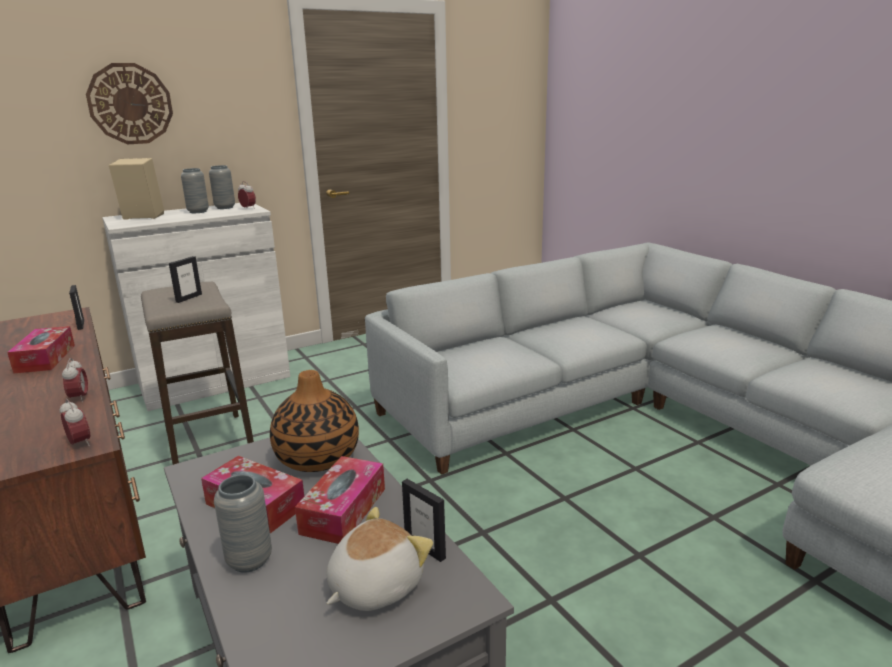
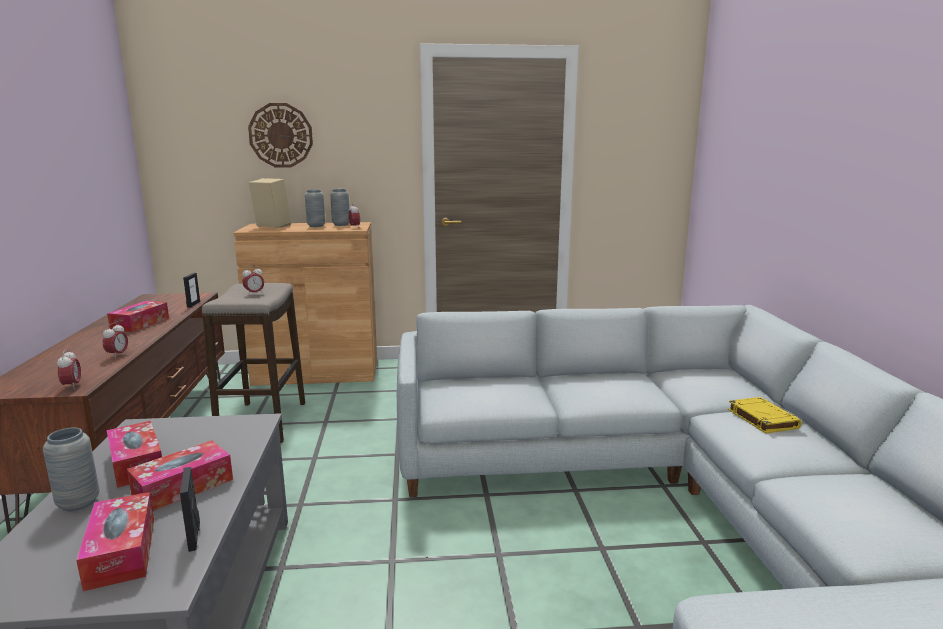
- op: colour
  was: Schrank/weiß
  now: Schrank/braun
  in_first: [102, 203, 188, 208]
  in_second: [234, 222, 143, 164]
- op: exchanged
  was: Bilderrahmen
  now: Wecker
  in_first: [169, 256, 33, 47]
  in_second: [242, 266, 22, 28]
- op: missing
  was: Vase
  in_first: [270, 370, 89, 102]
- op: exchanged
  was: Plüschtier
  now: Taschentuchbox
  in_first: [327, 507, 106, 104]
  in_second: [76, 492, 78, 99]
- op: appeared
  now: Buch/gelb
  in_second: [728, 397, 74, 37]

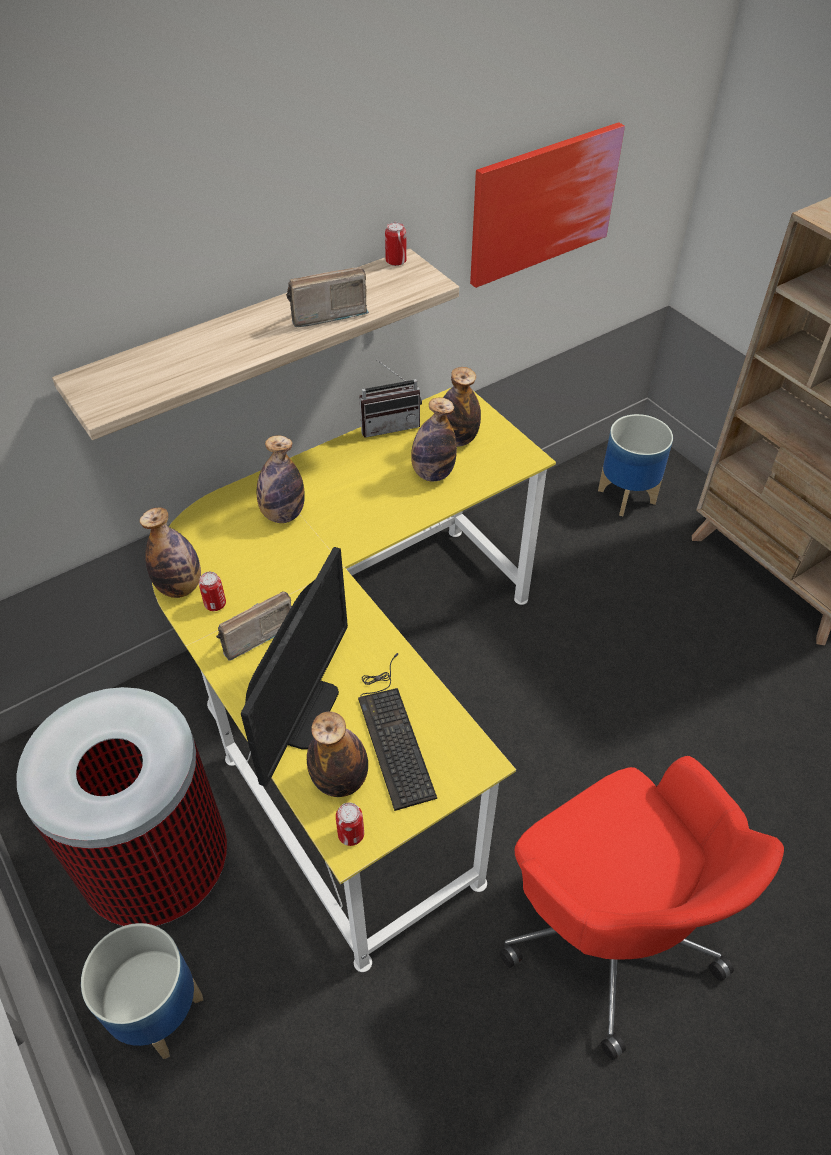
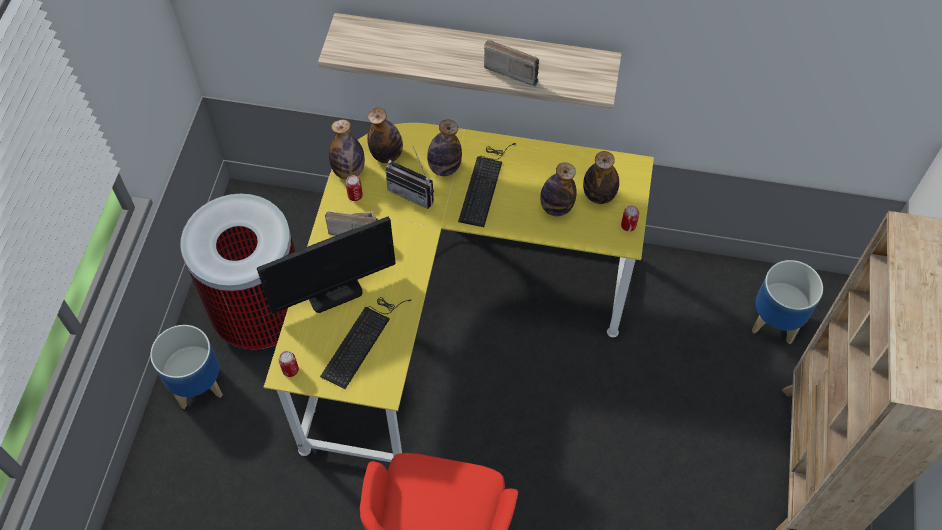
- op: relocated
  was: Flasche
  in_first: [307, 711, 61, 86]
  in_second: [367, 107, 36, 56]
- op: relocated
  was: Radio
  in_first: [359, 360, 63, 77]
  in_second: [385, 146, 49, 63]
- op: relocated
  was: Dose
  in_first: [385, 222, 22, 44]
  in_second: [621, 205, 18, 27]
- op: missing
  was: Bild
  in_first: [470, 122, 155, 166]
- op: appeared
  now: Tastatur
  in_second: [458, 143, 58, 84]

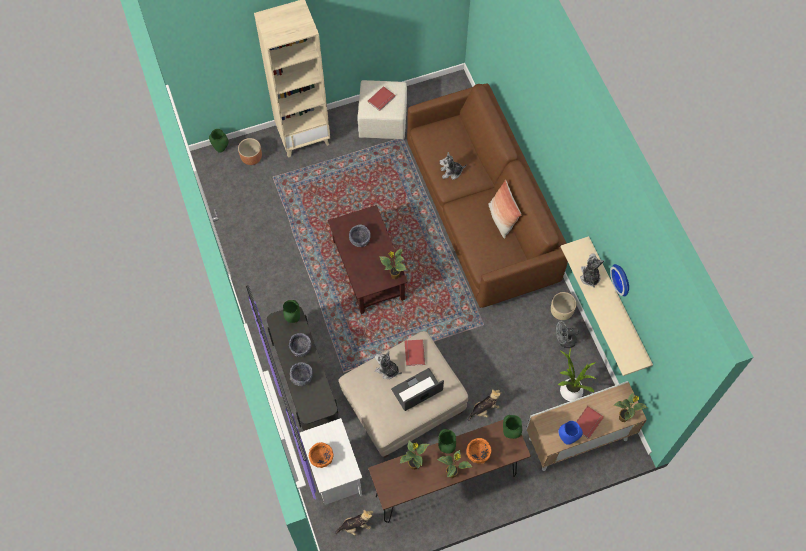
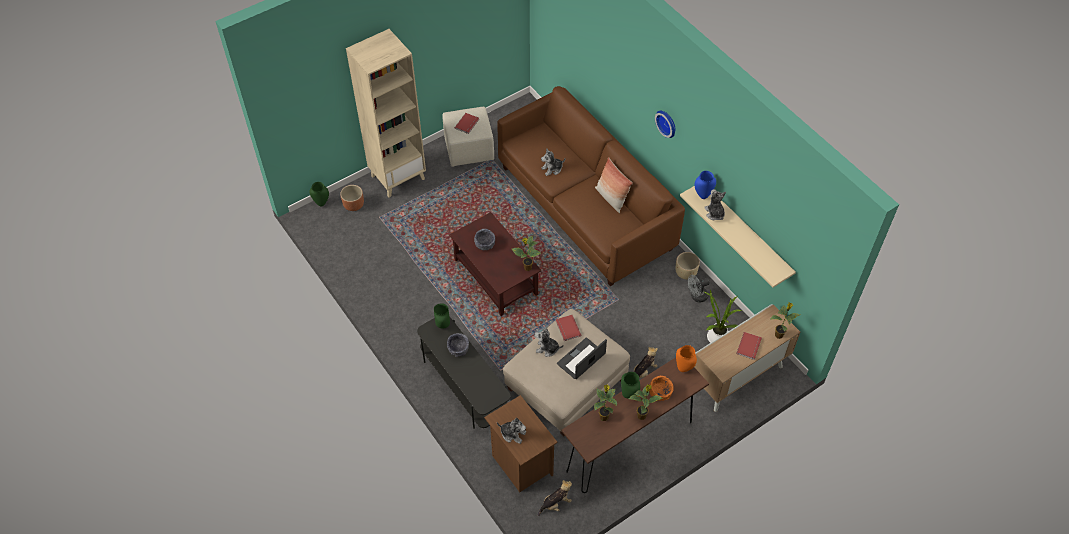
- op: missing
  was: Schüssel/grau
  in_first: [290, 362, 23, 24]
- op: colour
  was: Nachttisch/weiß
  now: Nachttisch/braun
  in_first: [300, 418, 62, 87]
  in_second: [484, 395, 73, 97]
- op: exchanged
  was: Schüssel/orange
  now: Plüschtier
  in_first: [309, 442, 24, 26]
  in_second: [497, 418, 29, 26]
- op: colour
  was: Vase/grün
  now: Vase/orange
  in_first: [503, 415, 19, 24]
  in_second: [676, 345, 21, 27]
- op: relocated
  was: Vase/blau
  in_first: [558, 421, 25, 24]
  in_second: [694, 171, 22, 28]
- op: relocated
  was: Wanduhr
  in_first: [610, 264, 19, 32]
  in_second: [655, 111, 20, 27]

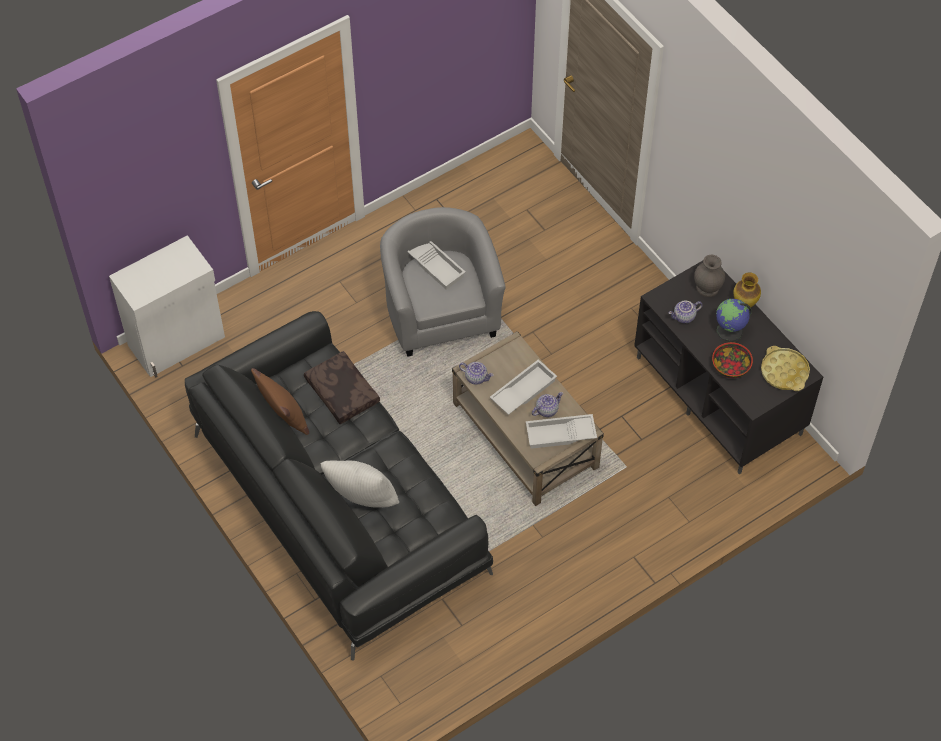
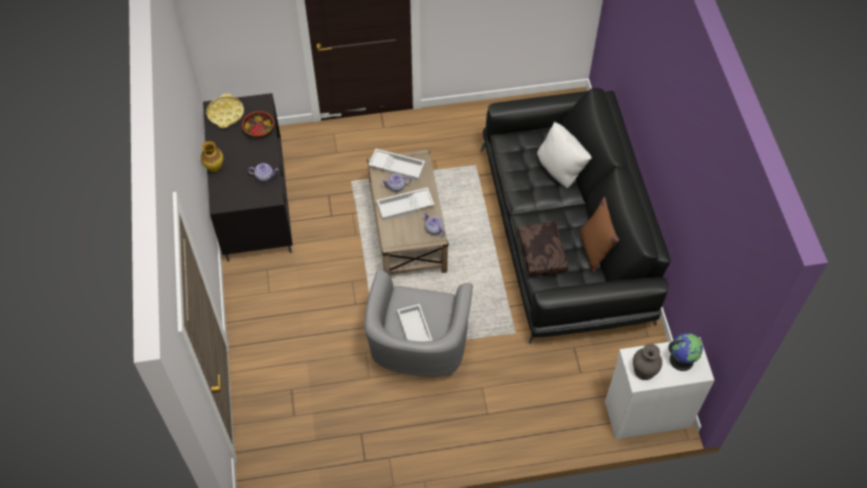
- op: relocated
  was: Vase/grau
  in_first: [694, 255, 31, 42]
  in_second: [633, 344, 29, 36]
- op: relocated
  was: Globus
  in_first: [716, 299, 36, 43]
  in_second: [669, 333, 34, 38]

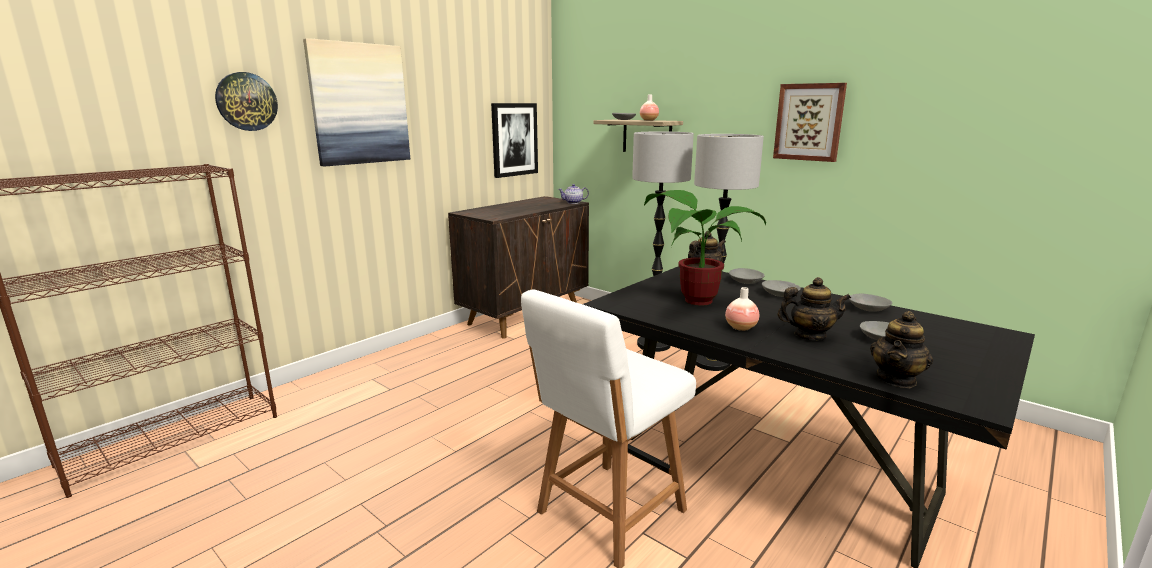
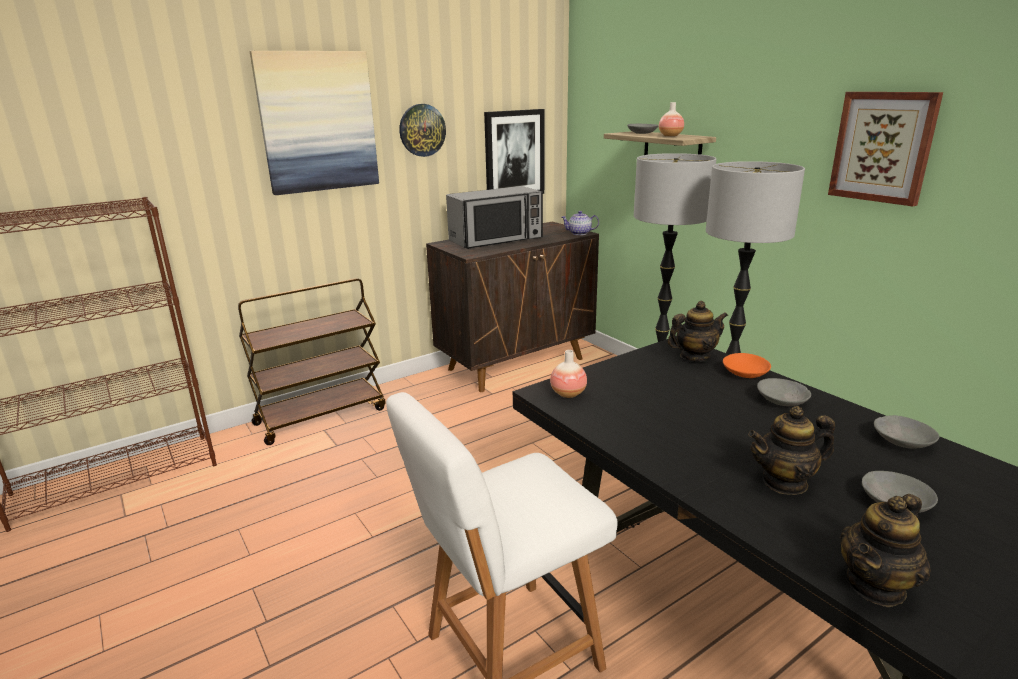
- op: relocated
  was: Wanduhr
  in_first: [215, 72, 63, 59]
  in_second: [399, 104, 47, 53]
- op: missing
  was: Topfpflanze
  in_first: [644, 190, 122, 115]
- op: relocated
  was: Vase
  in_first: [725, 287, 34, 44]
  in_second: [550, 350, 37, 48]
- op: colour
  was: Schüssel/grau
  now: Schüssel/orange
  in_first: [729, 268, 36, 16]
  in_second: [723, 353, 48, 25]
- op: spun
  was: Teekanne
  in_first: [777, 277, 74, 64]
  in_second: [748, 406, 87, 89]
  clockwise: 150
- op: appeared
  now: Rollwagen/braun
  in_second: [238, 278, 147, 167]
- op: appeared
  now: Mikrowelle
  in_second: [446, 186, 97, 63]

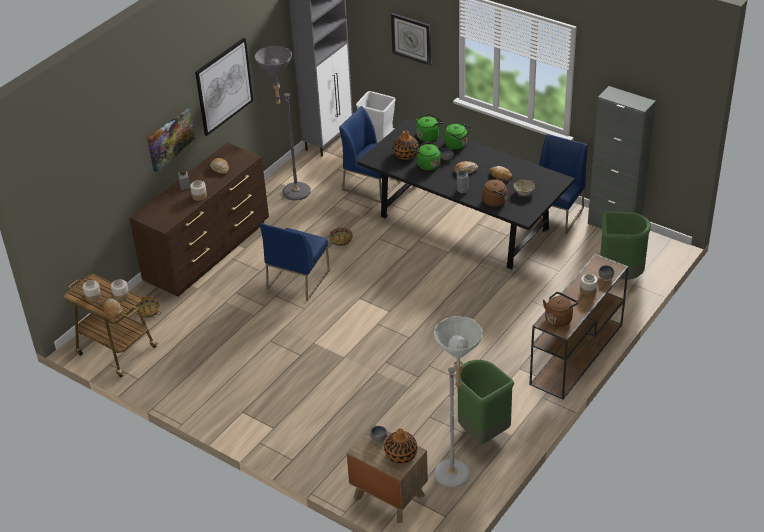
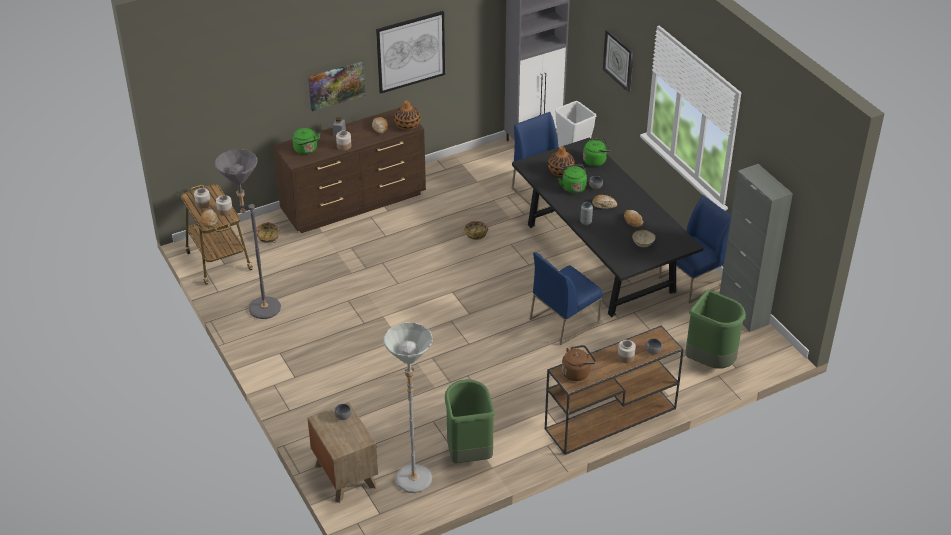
- op: relocated
  was: Stehlampe/grau
  in_first: [255, 46, 56, 154]
  in_second: [215, 149, 66, 170]
- op: relocated
  was: Stuhl/blau
  in_first: [260, 223, 70, 78]
  in_second: [530, 252, 73, 93]
- op: relocated
  was: Vase
  in_first: [384, 428, 34, 36]
  in_second: [394, 100, 26, 30]
- op: relocated
  was: Wasserkessel/grün
  in_first: [444, 123, 28, 27]
  in_second: [293, 128, 27, 27]
- op: missing
  was: Wasserkessel/braun
  in_first: [483, 178, 27, 29]

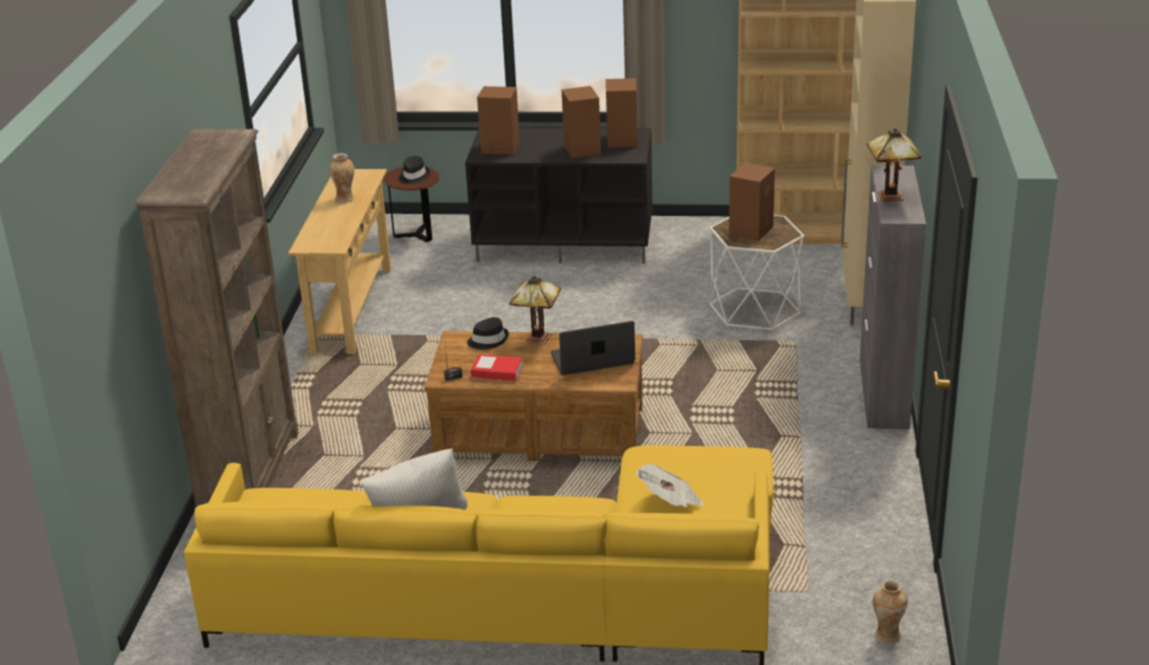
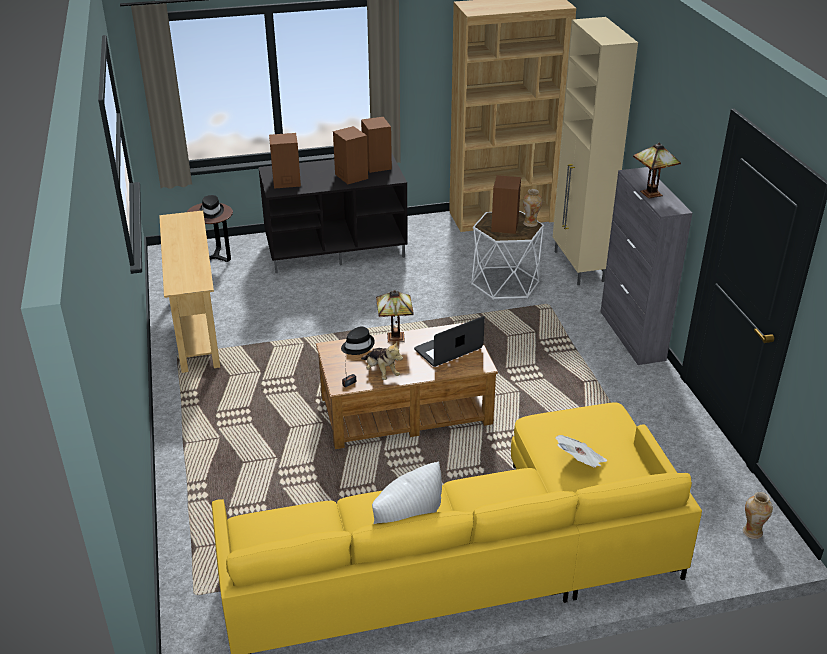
- op: missing
  was: Bücherregal/braun
  in_first: [135, 129, 164, 378]
- op: relocated
  was: Vase
  in_first: [329, 153, 25, 50]
  in_second: [523, 189, 19, 38]
- op: exchanged
  was: Buch
  now: Plüschtier
  in_first: [471, 354, 52, 27]
  in_second: [361, 342, 42, 38]

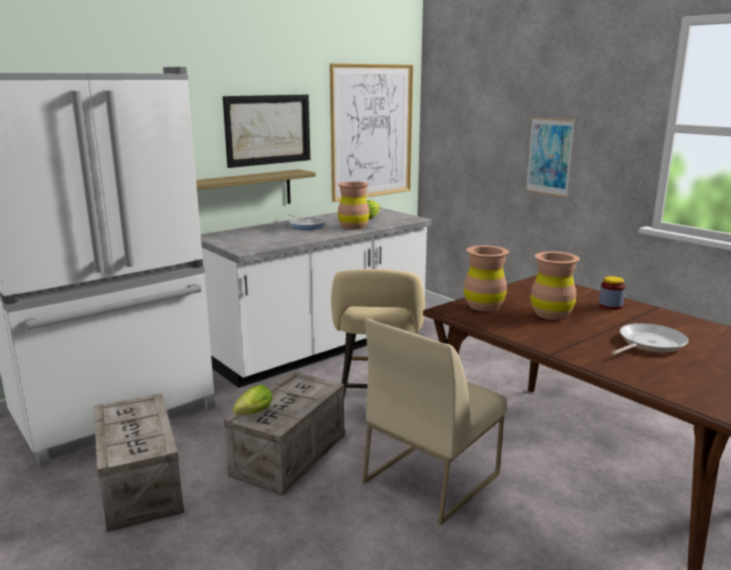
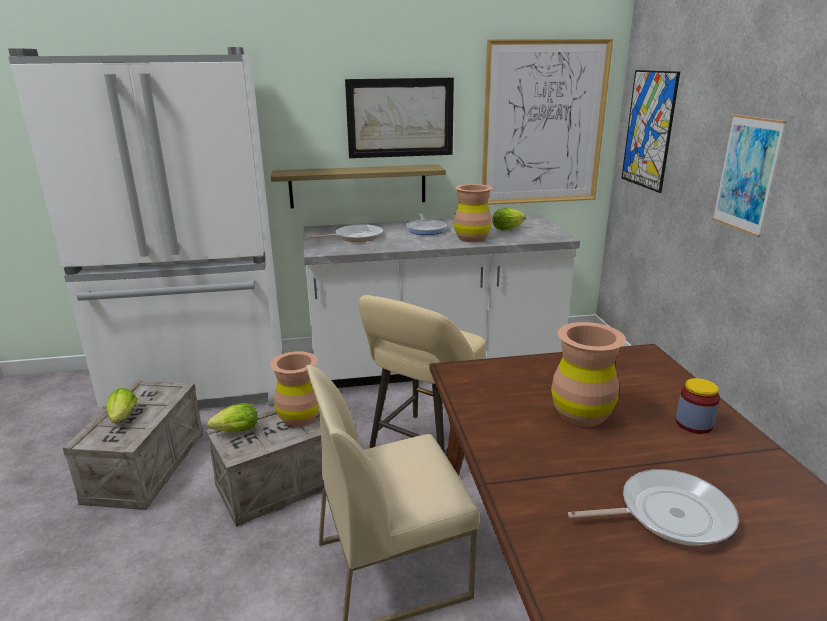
- op: relocated
  was: Vase/braun
  in_first: [464, 246, 45, 65]
  in_second: [270, 351, 49, 76]
- op: appeared
  now: Salatkopf
  in_second: [106, 388, 31, 35]
- op: appeared
  now: Pfanne
  in_second: [309, 224, 74, 18]
- op: appeared
  now: Bild
  in_second: [621, 70, 59, 123]

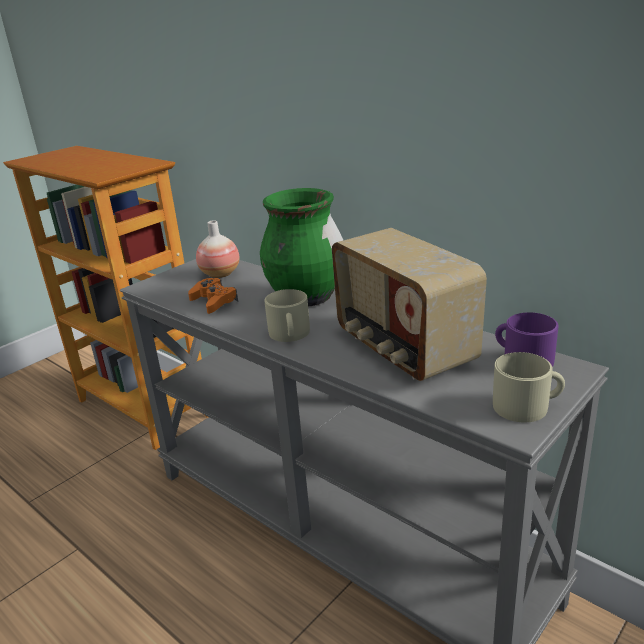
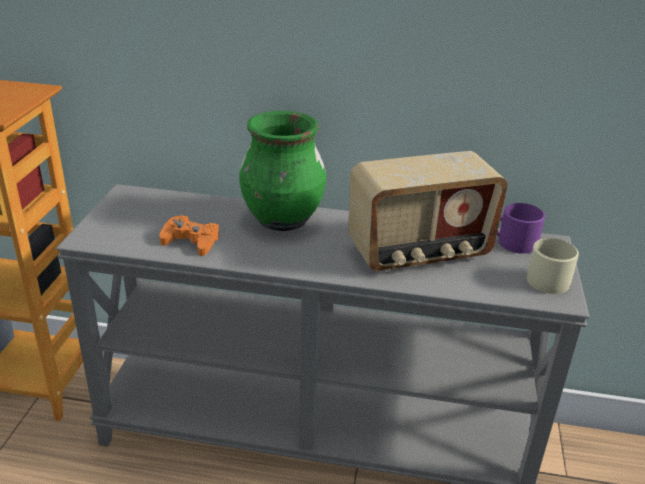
- op: missing
  was: Vase
  in_first: [196, 220, 43, 58]
- op: missing
  was: Henkelbecher/beige
  in_first: [264, 289, 46, 53]
- op: spun
  was: Radio
  in_first: [332, 228, 155, 153]
  in_second: [348, 151, 160, 121]
  clockwise: -45

